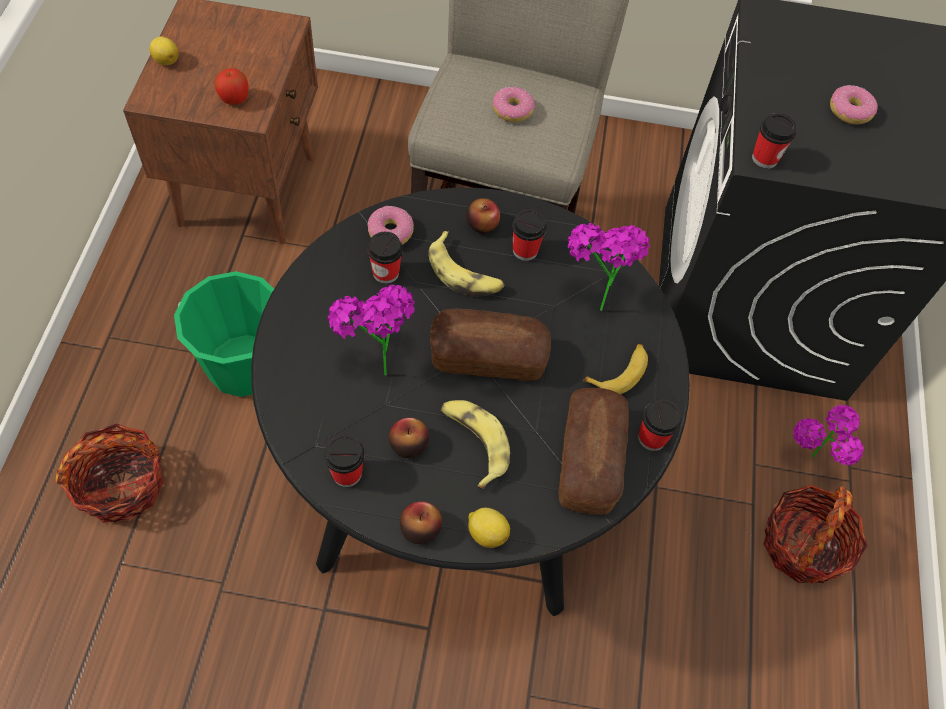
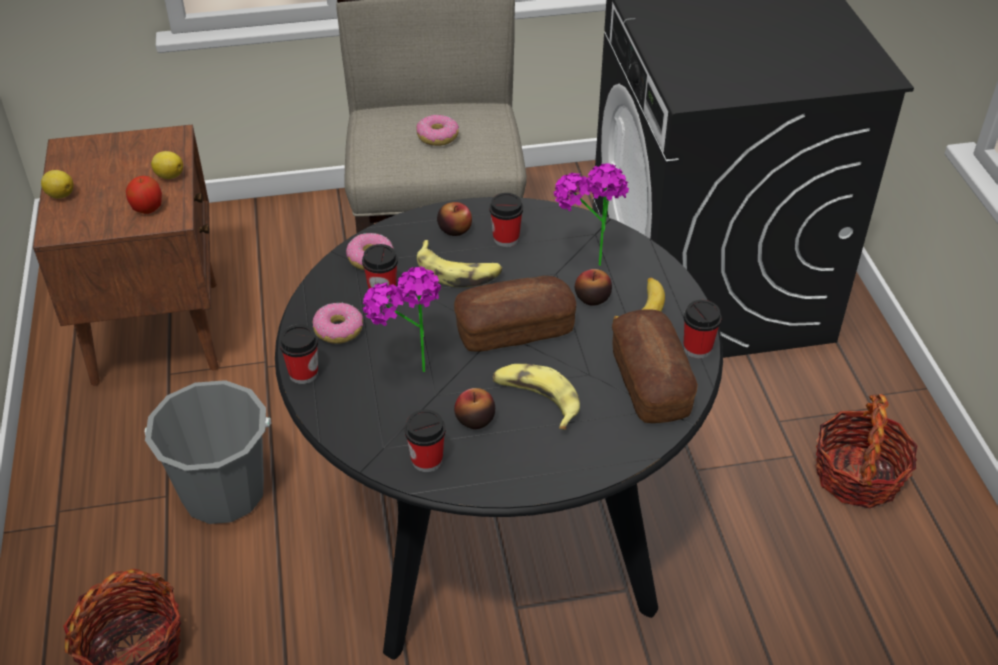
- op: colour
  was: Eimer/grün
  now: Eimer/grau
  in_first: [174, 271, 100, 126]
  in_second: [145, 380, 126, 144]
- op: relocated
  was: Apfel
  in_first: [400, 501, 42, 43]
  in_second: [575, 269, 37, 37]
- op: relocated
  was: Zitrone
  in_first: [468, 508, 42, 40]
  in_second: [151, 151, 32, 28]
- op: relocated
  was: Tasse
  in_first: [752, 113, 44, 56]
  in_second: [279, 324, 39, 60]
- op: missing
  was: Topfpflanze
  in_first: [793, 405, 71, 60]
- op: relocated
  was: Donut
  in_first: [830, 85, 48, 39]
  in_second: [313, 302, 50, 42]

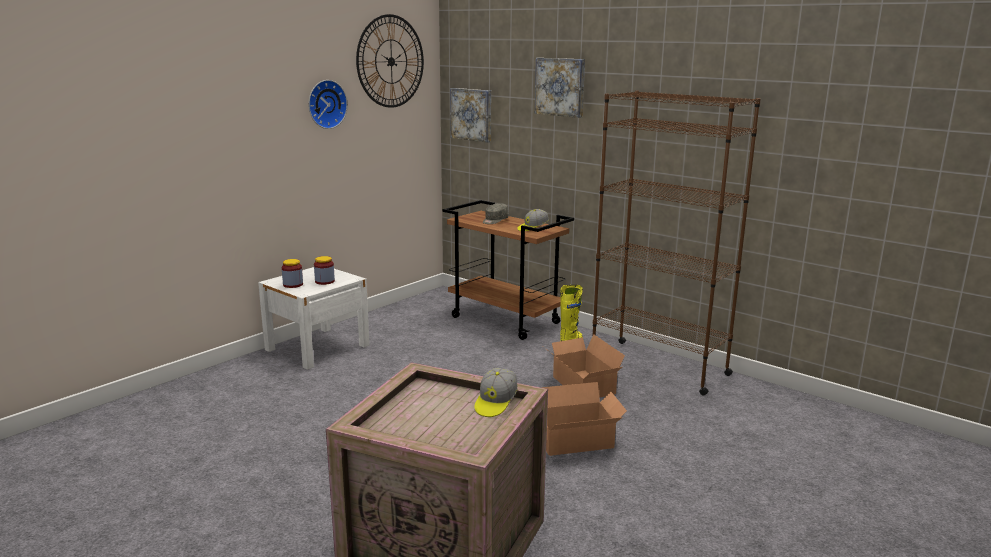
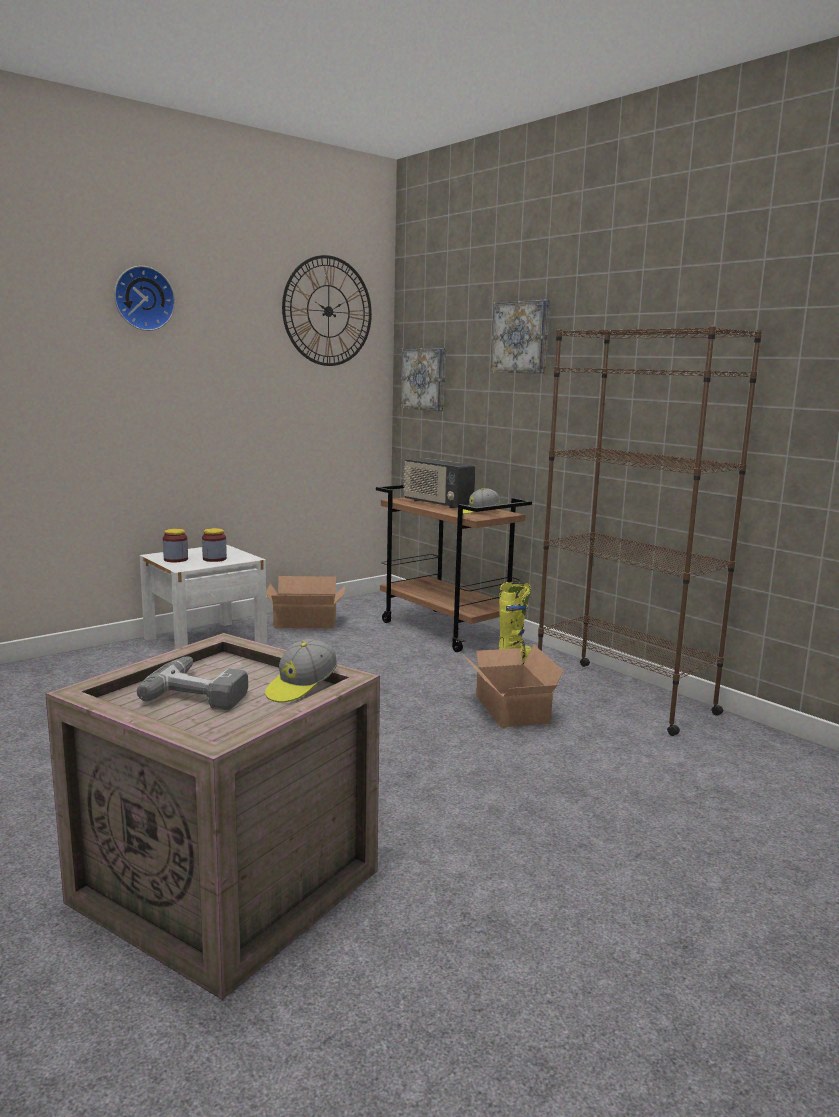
- op: relocated
  was: Wanduhr
  in_first: [308, 80, 40, 49]
  in_second: [114, 266, 61, 65]
- op: exchanged
  was: Kappe/grau
  now: Radio
  in_first: [483, 203, 26, 21]
  in_second: [403, 458, 73, 50]
- op: relocated
  was: Karton
  in_first: [541, 382, 86, 74]
  in_second: [266, 576, 79, 52]
- op: appeared
  now: Bohrmaschine
  in_second: [137, 656, 111, 54]

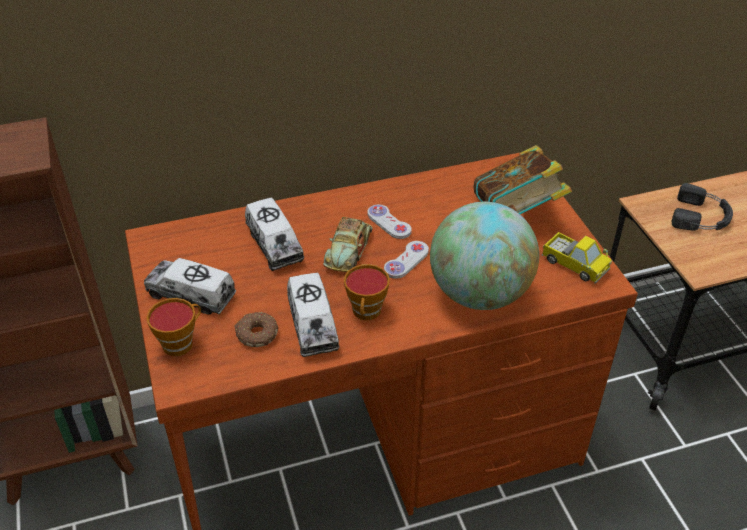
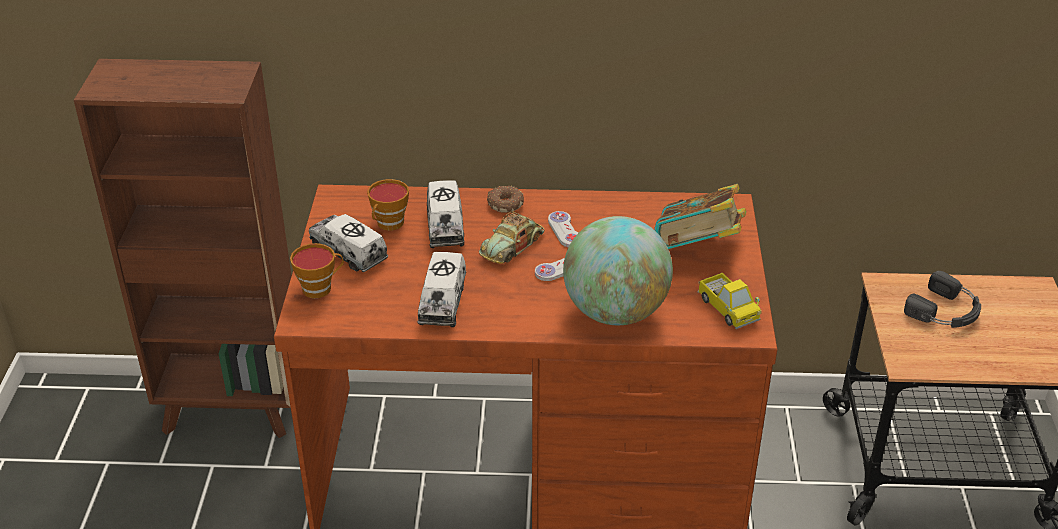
- op: relocated
  was: Donut
  in_first: [235, 312, 43, 35]
  in_second: [487, 186, 37, 27]
- op: relocated
  was: Tasse
  in_first: [344, 264, 46, 56]
  in_second: [367, 179, 42, 52]

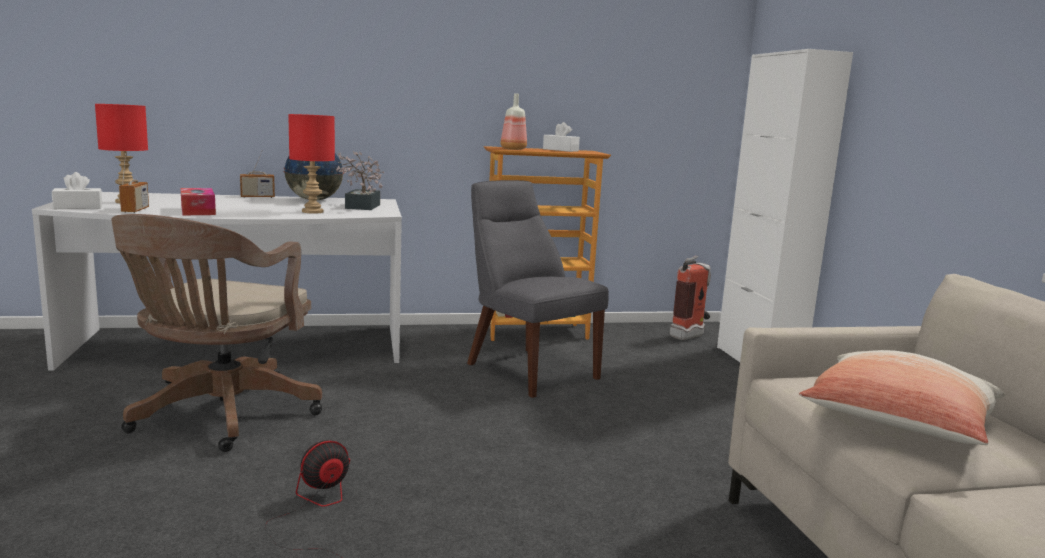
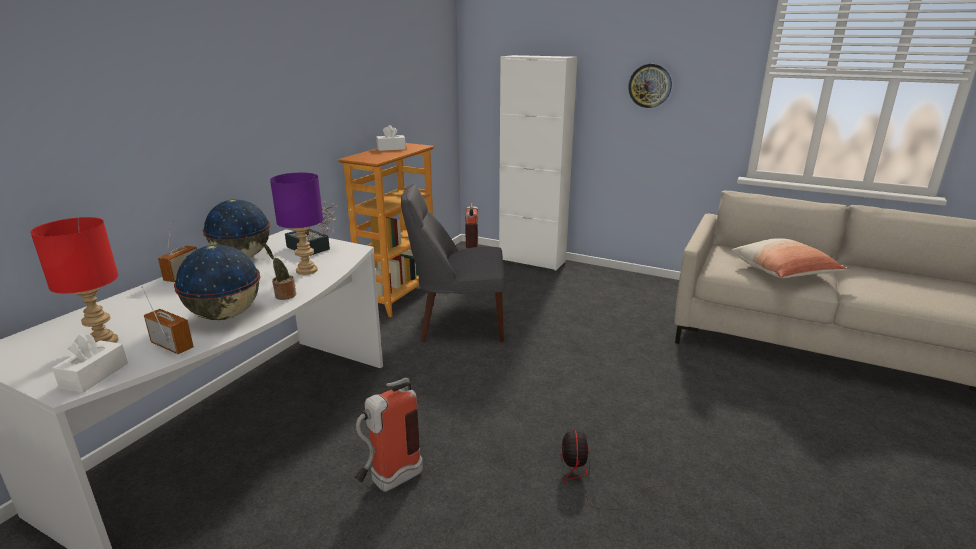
- op: exchanged
  was: Bürostuhl/braun
  now: Feuerlöscher
  in_first: [112, 214, 210, 238]
  in_second: [354, 378, 69, 114]
- op: exchanged
  was: Taschentuchbox
  now: Globus
  in_first: [180, 188, 36, 27]
  in_second: [174, 244, 86, 76]
- op: colour
  was: Tischlampe/rot
  now: Tischlampe/lila
  in_first: [288, 114, 47, 100]
  in_second: [270, 173, 53, 102]
- op: missing
  was: Flasche
  in_first: [501, 93, 26, 57]
- op: appeared
  now: Topfpflanze
  in_second: [263, 243, 33, 57]
- op: appeared
  now: Wanduhr
  in_second: [628, 64, 44, 44]

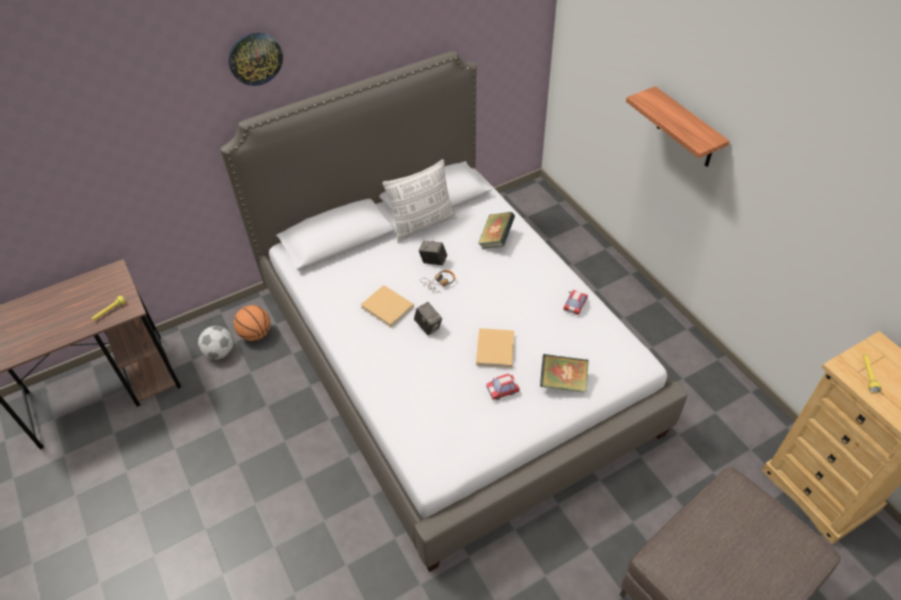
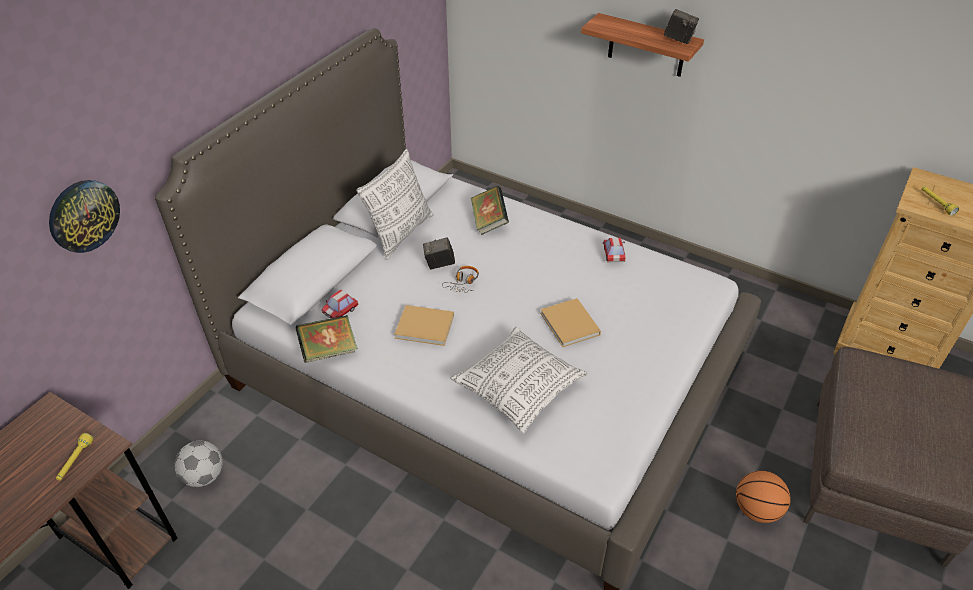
- op: relocated
  was: Wanduhr
  in_first: [228, 32, 55, 54]
  in_second: [49, 180, 71, 73]
- op: relocated
  was: Basketball
  in_first: [234, 305, 36, 36]
  in_second: [736, 471, 55, 52]
- op: relocated
  was: Kamera
  in_first: [414, 302, 28, 33]
  in_second: [664, 9, 35, 35]
- op: relocated
  was: Spielzeugauto
  in_first: [486, 373, 34, 27]
  in_second: [322, 289, 37, 30]
- op: relocated
  was: Buch
  in_first: [540, 354, 49, 38]
  in_second: [296, 315, 62, 48]
- op: appeared
  now: Kissen
  in_second: [451, 327, 136, 107]

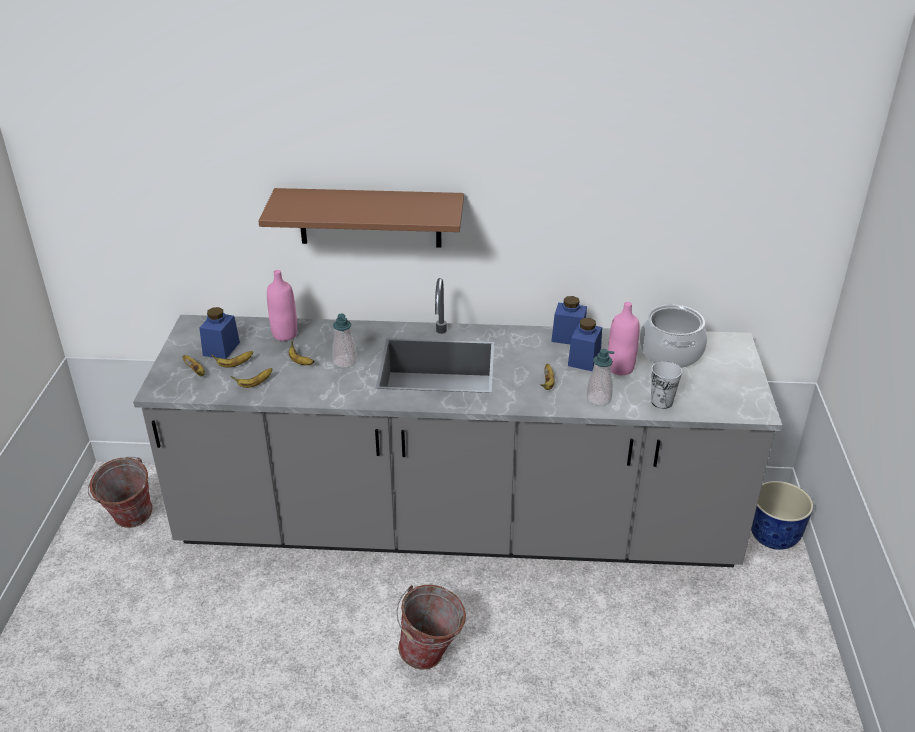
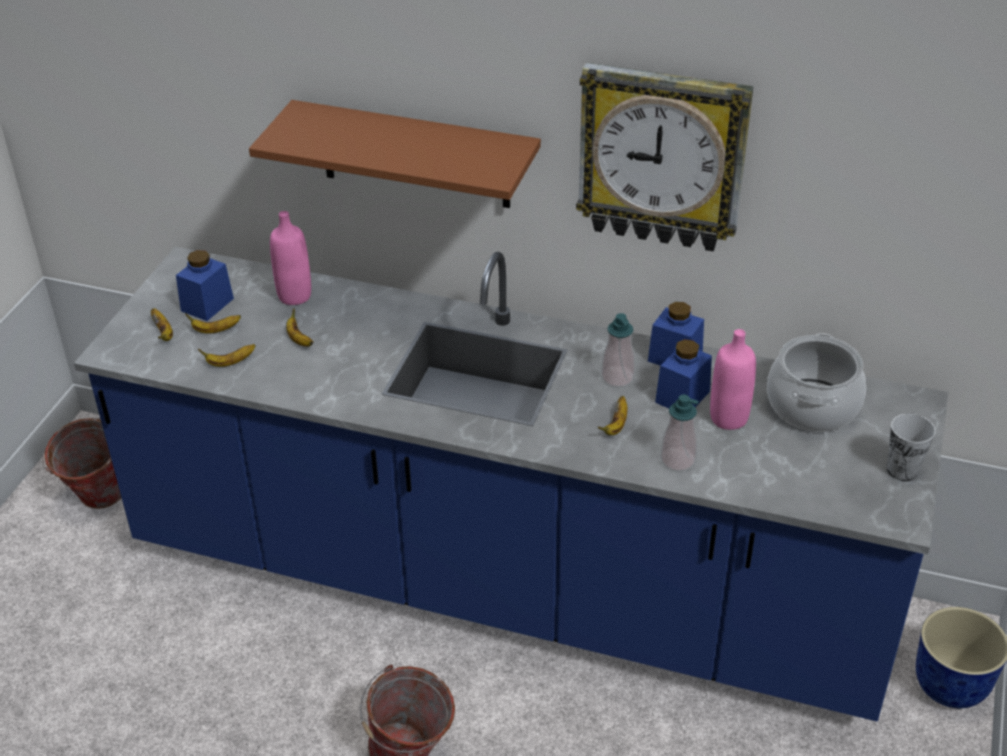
- op: colour
  was: Küchenzeile/grau
  now: Küchenzeile/blau
  in_first: [133, 278, 649, 289]
  in_second: [74, 247, 874, 474]
- op: relocated
  was: Seifenspender
  in_first: [332, 313, 25, 55]
  in_second: [601, 313, 34, 74]
- op: relocated
  was: Tasse
  in_first: [651, 361, 31, 48]
  in_second: [887, 414, 48, 67]
- op: appeared
  now: Wanduhr
  in_second: [576, 63, 177, 188]

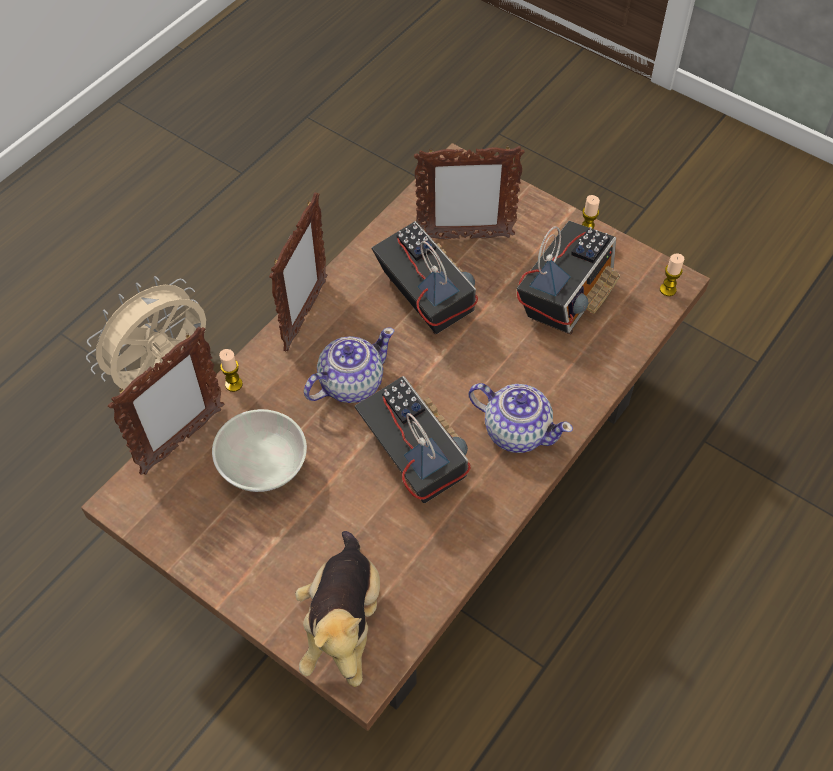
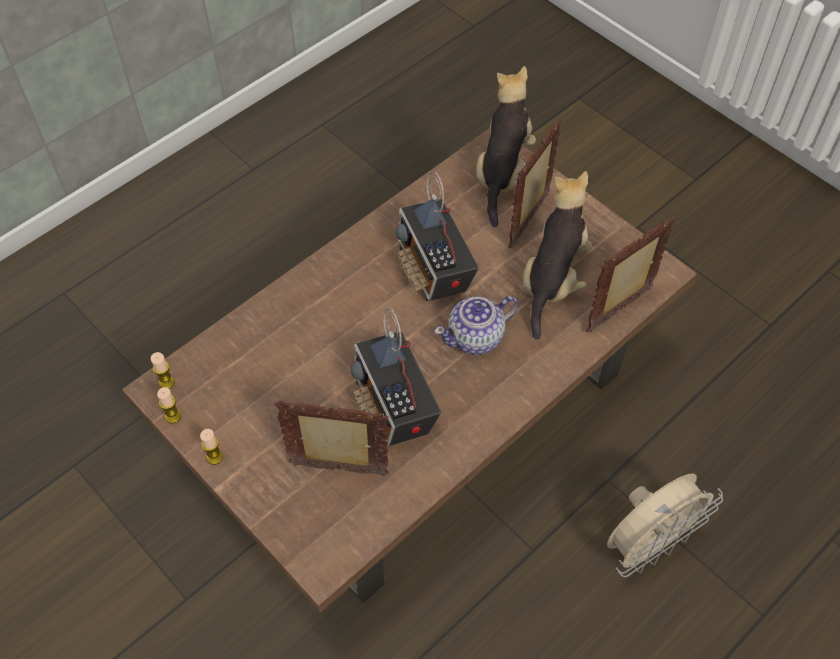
- op: exchanged
  was: Schüssel/weiß
  now: Plüschtier
  in_first: [212, 409, 95, 83]
  in_second: [523, 171, 69, 169]
- op: relocated
  was: Kerze
  in_first: [219, 349, 24, 43]
  in_second: [157, 387, 24, 37]
- op: relocated
  was: Bilderrahmen
  in_first: [269, 192, 58, 159]
  in_second: [508, 118, 54, 130]
- op: missing
  was: Teekanne
  in_first: [469, 383, 104, 70]
- op: missing
  was: Radio
  in_first: [517, 221, 103, 113]

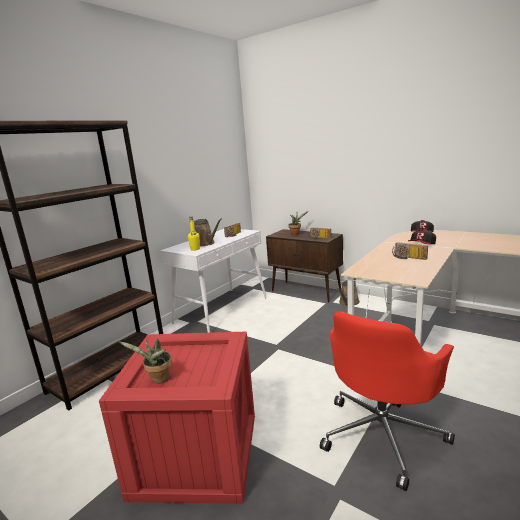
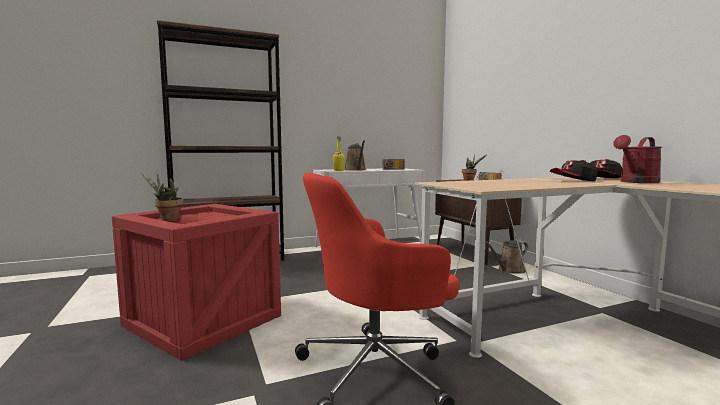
- op: missing
  was: Radio
  in_first: [392, 242, 36, 18]
- op: appeared
  now: Gießkanne/rot
  in_second: [613, 135, 49, 48]

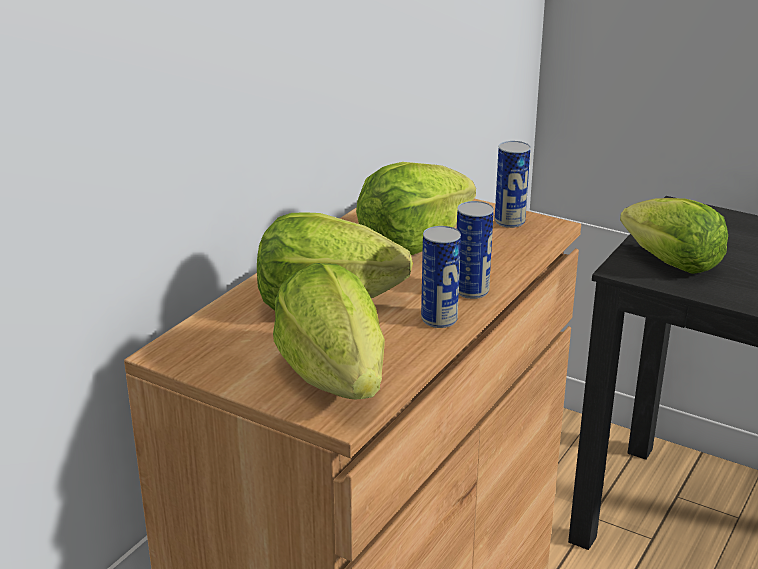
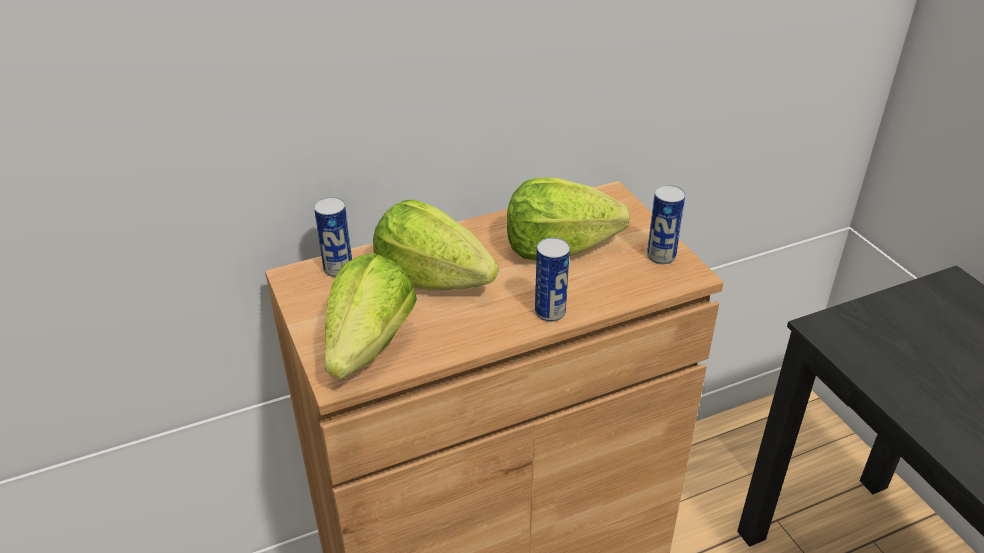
- op: relocated
  was: Dose
  in_first: [421, 226, 40, 102]
  in_second: [314, 197, 38, 80]
- op: missing
  was: Salatkopf
  in_first: [620, 198, 108, 76]

